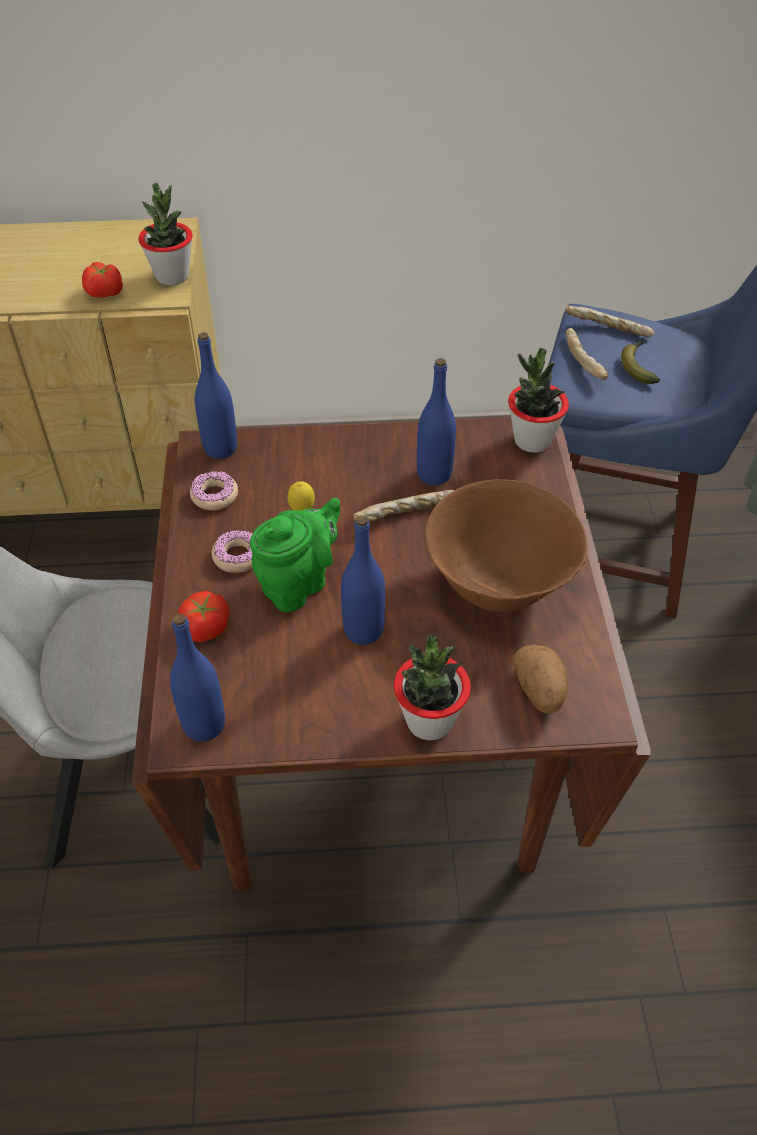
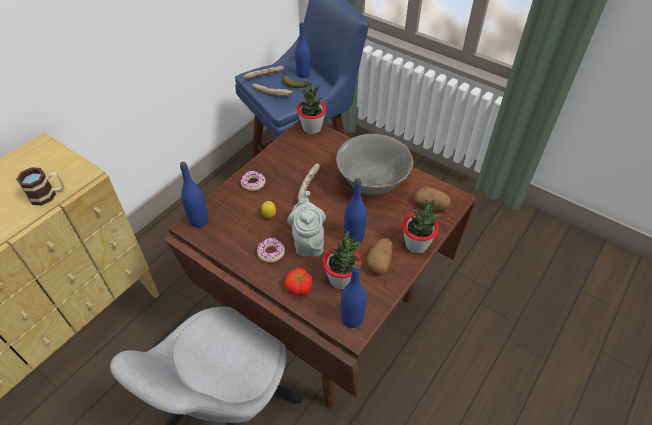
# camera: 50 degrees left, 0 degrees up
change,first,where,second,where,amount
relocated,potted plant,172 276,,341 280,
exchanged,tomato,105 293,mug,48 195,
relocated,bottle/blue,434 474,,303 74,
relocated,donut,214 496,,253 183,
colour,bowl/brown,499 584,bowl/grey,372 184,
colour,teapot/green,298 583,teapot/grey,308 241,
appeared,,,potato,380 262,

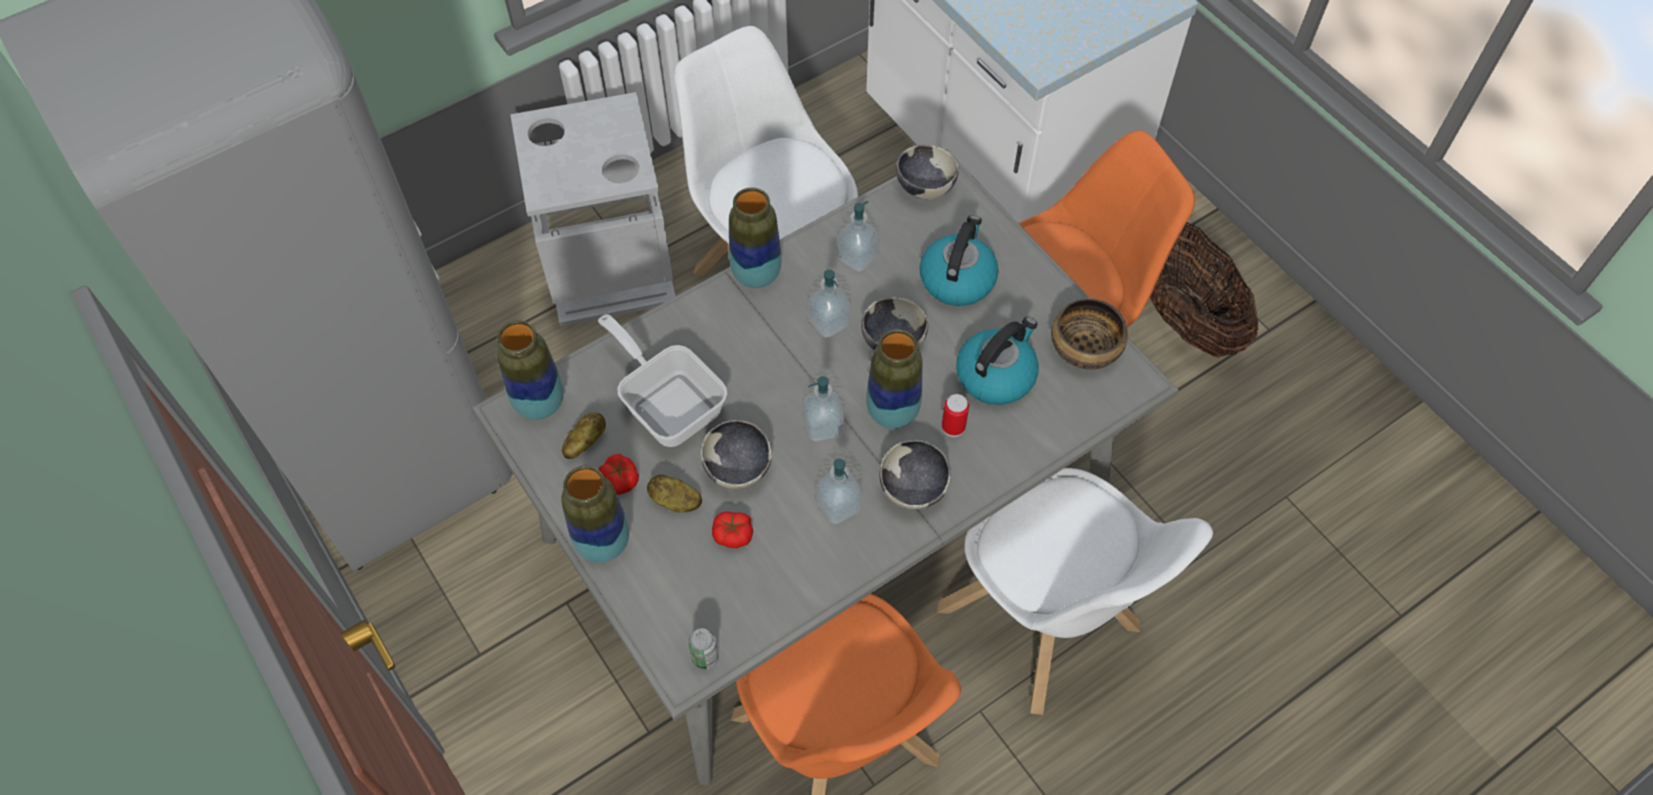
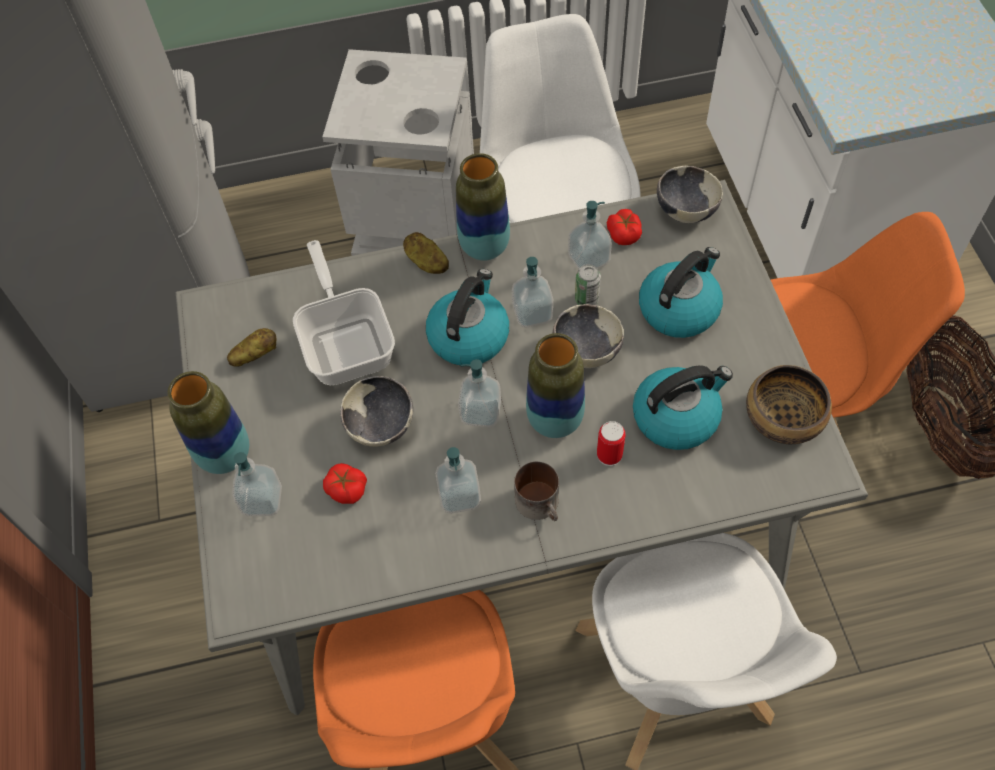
# camera: 25 degrees right, 0 degrees up
change,first,where,second,where,amount
missing,vase,539 403,,,
exchanged,bowl,913 488,mug,541 504,
relocated,tomato,620 479,,624 234,
relocated,potato,675 501,,426 263,
relocated,can,705 658,,586 299,
appeared,,,kettle,469 336,
appeared,,,soap dispenser,262 500,

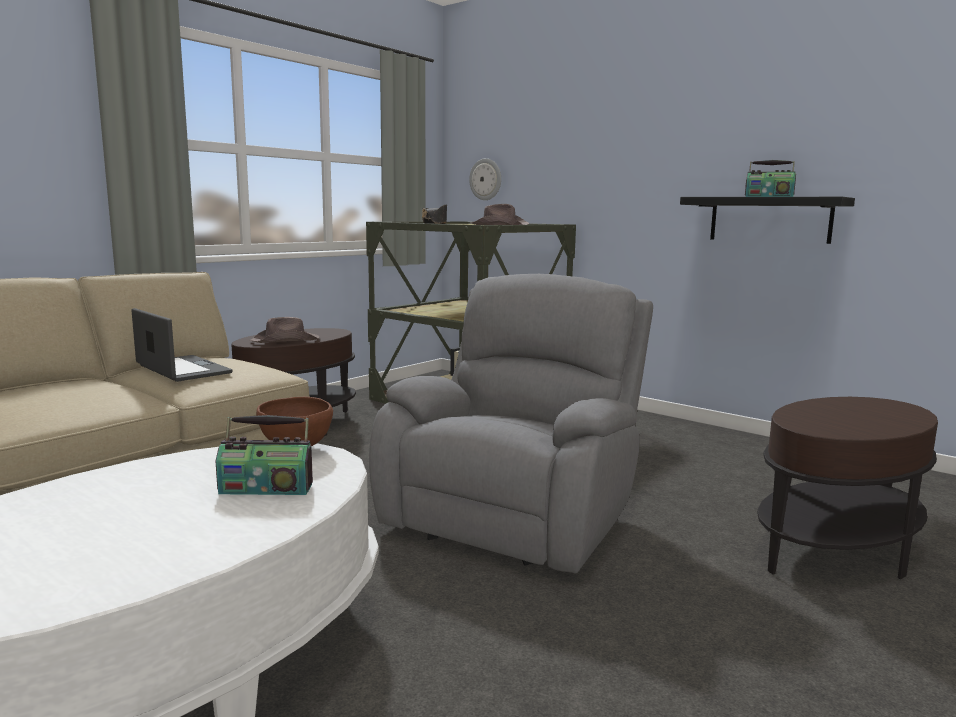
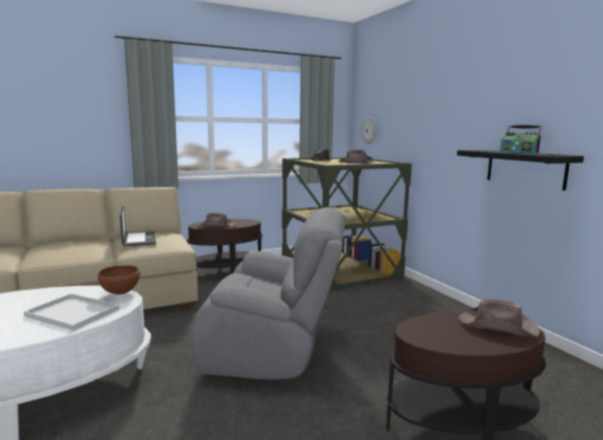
# camera: 25 degrees right, 0 degrees up
change,first,where,second,where,amount
spun,armchair/grey,514 516,,275 351,45 degrees clockwise
exchanged,radio,266 488,tray/white,74 312,
appeared,,,hat/brown,498 326,

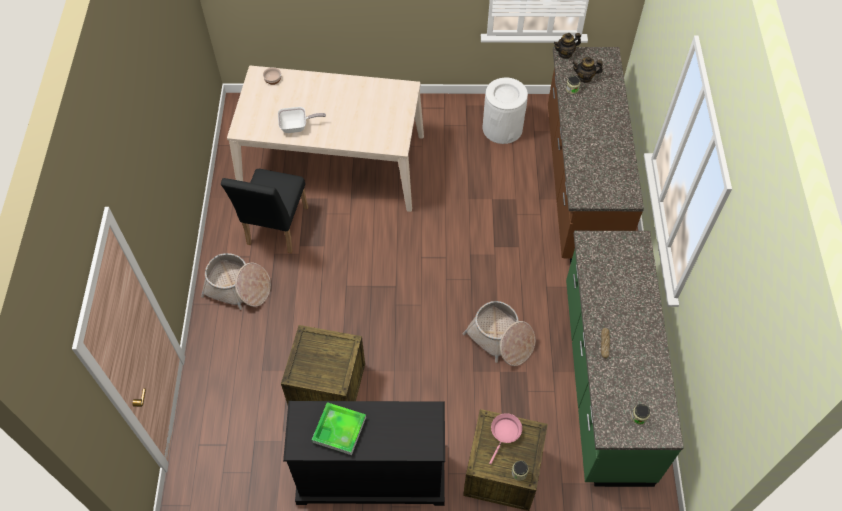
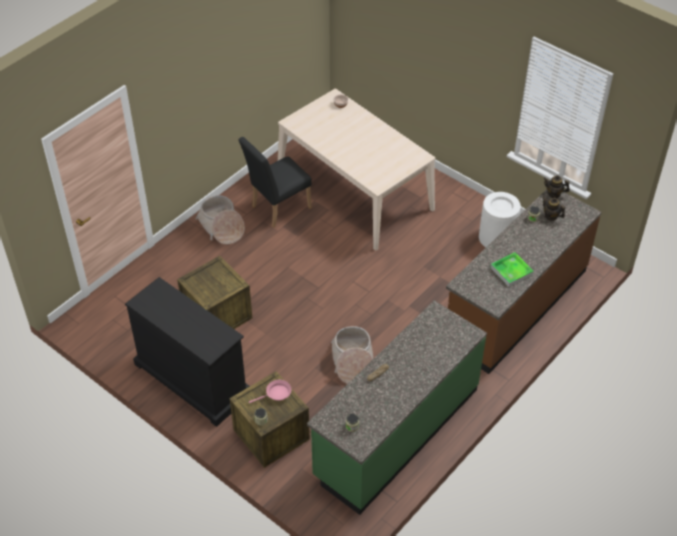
# camera: 40 degrees right, 10 degrees down
change,first,where,second,where,amount
missing,frying pan,297 126,,,
relocated,tray,339 430,,511 271,

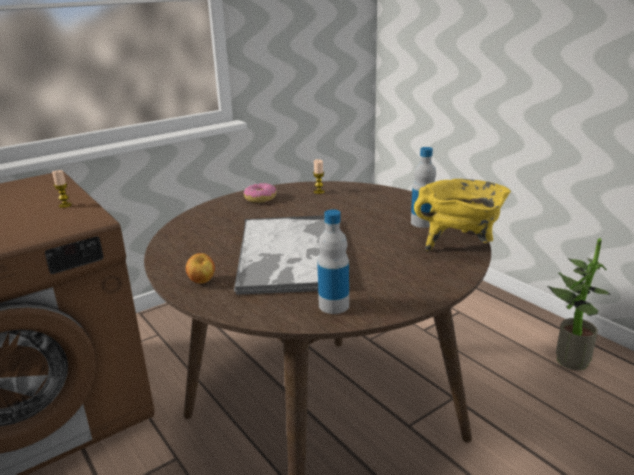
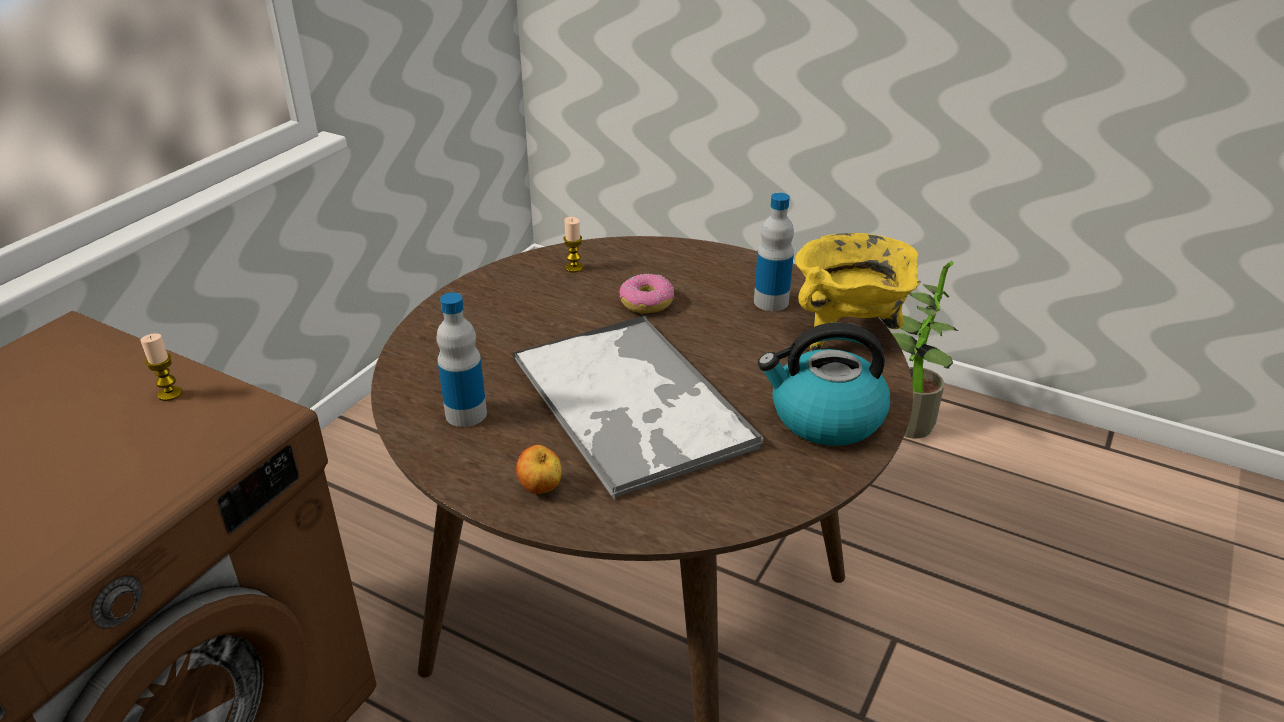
# camera: 25 degrees left, 10 degrees up
change,first,where,second,where,amount
relocated,donut,260 198,,646 302,
relocated,bottle,334 305,,466 414,
appeared,,,kettle,825 417,

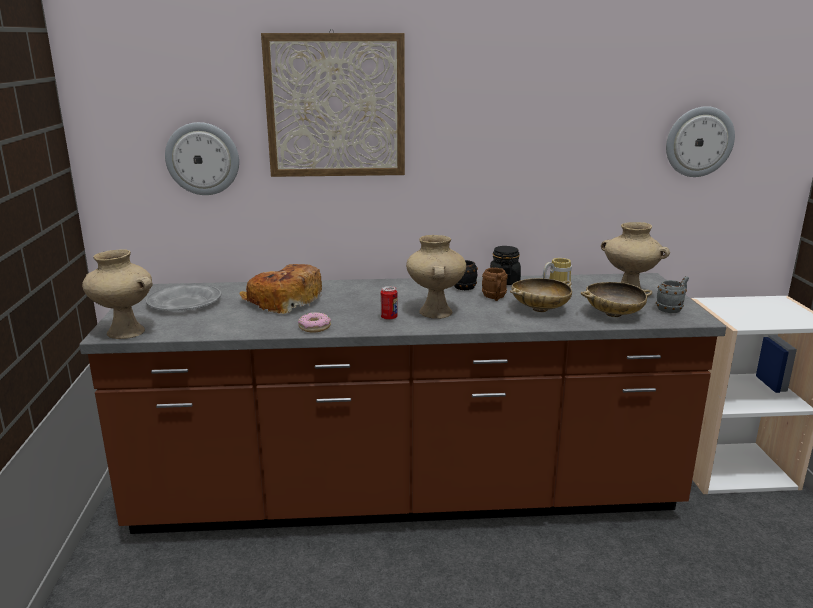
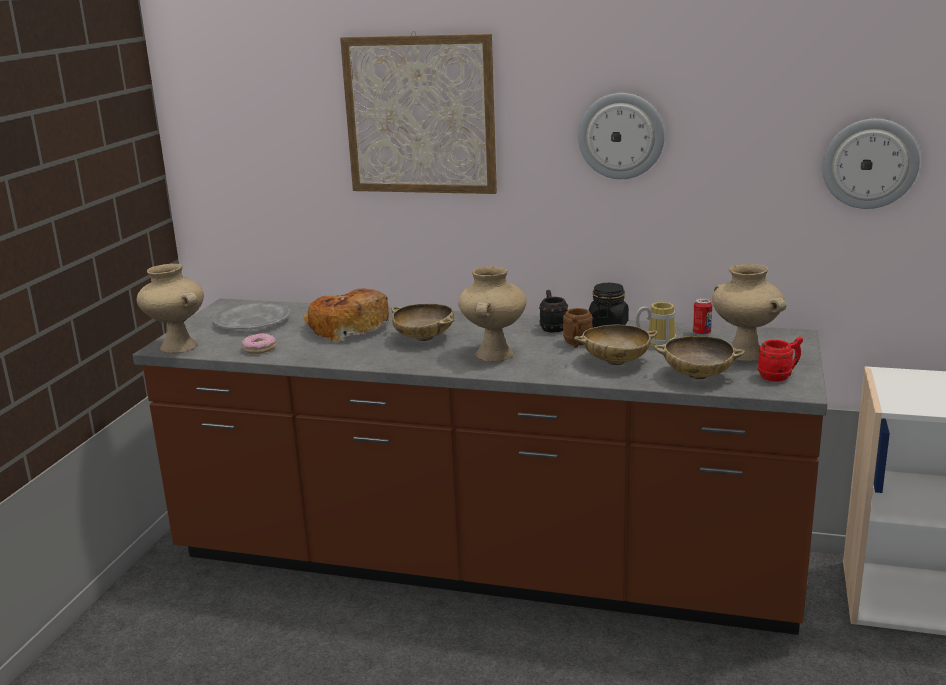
# camera: 20 degrees right, 0 degrees up
change,first,where,second,where,amount
relocated,wall clock,202 159,,621 136,
colour,mug/grey,672 309,mug/red,779 376,
relocated,can,389 318,,701 333,
relocated,donut,314 327,,259 349,
appeared,,,bowl/beige,424 338,

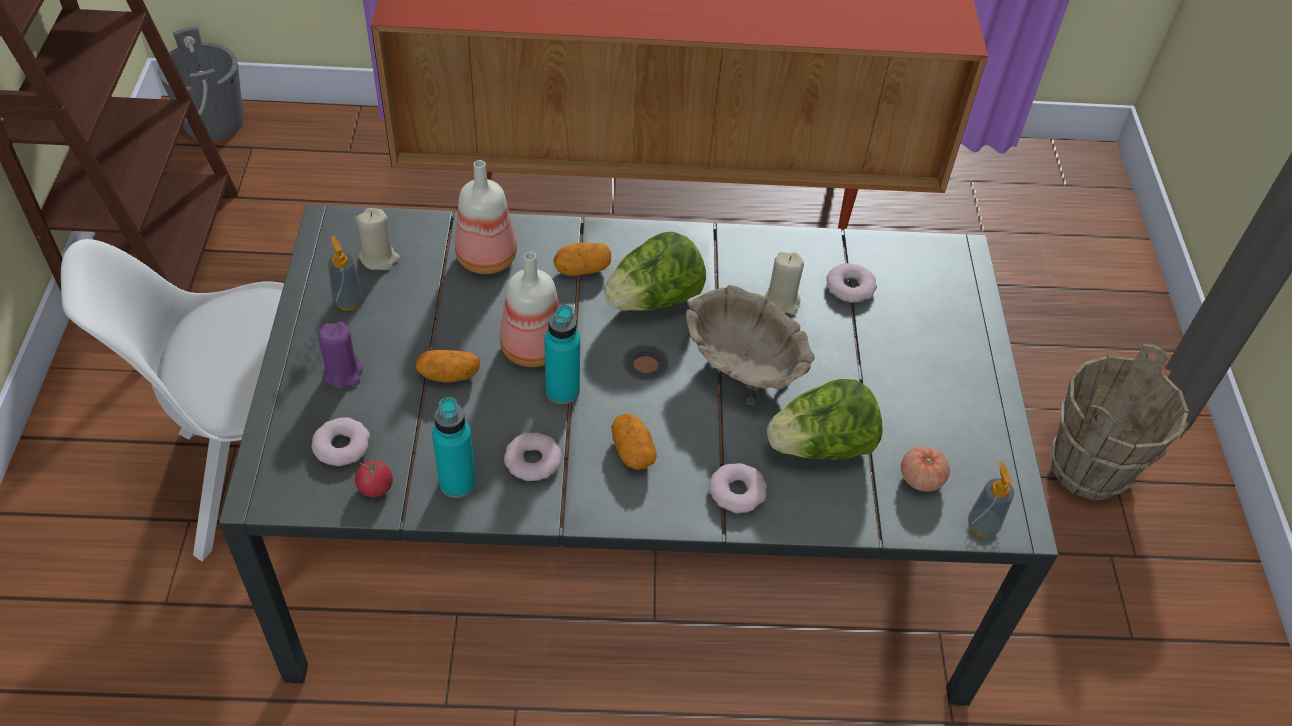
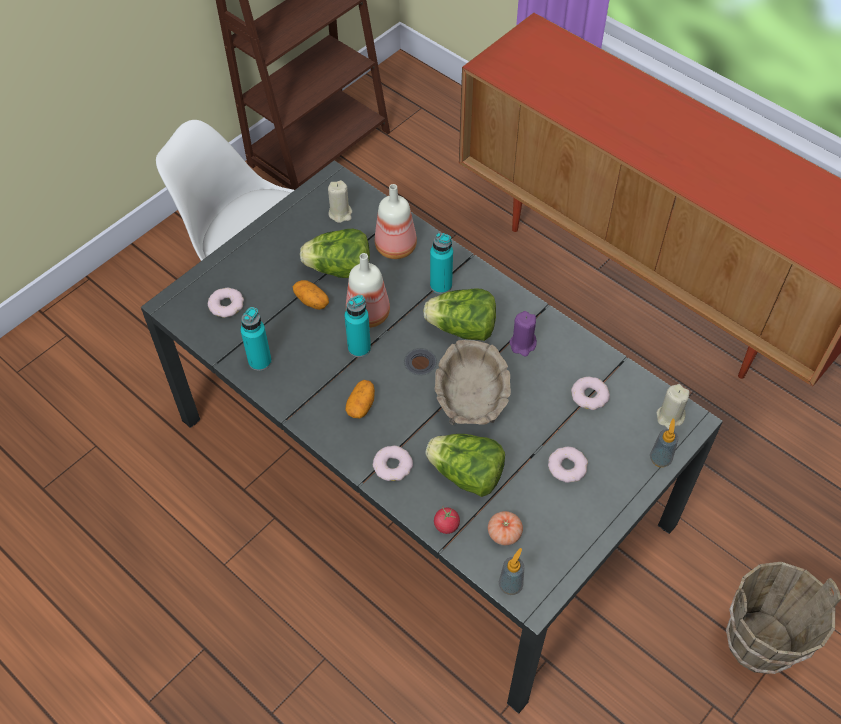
# camera: 45 degrees right, 5 degrees up
change,first,where,second,where,amount
missing,bucket/grey,213 122,,,
relocated,soap dispenser,348 301,,660 459,
exchanged,potato,582 269,bottle/turquoise,441 285,
relocated,candle/beige,782 301,,670 417,
relocated,candle/purple,343 373,,522 344,
relocated,donut,532 460,,567 466,
relocated,tomato,375 487,,446 525,
appeared,,,lettuce,339 269,

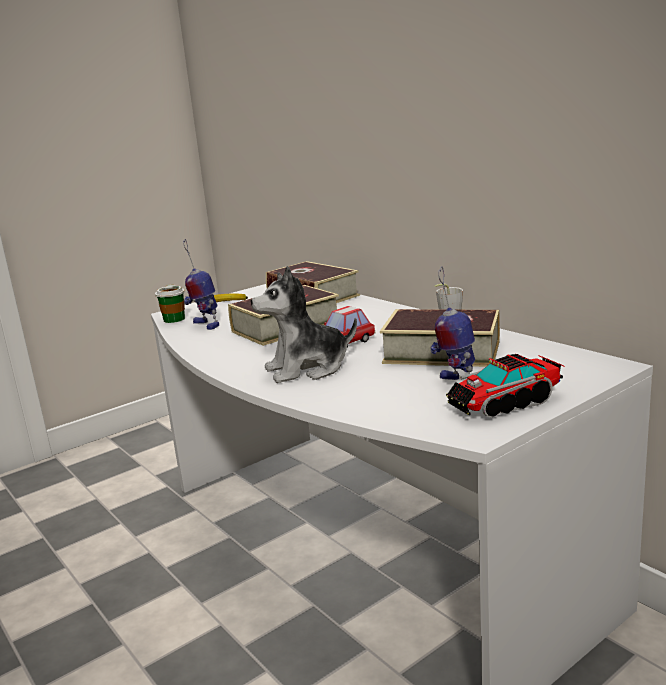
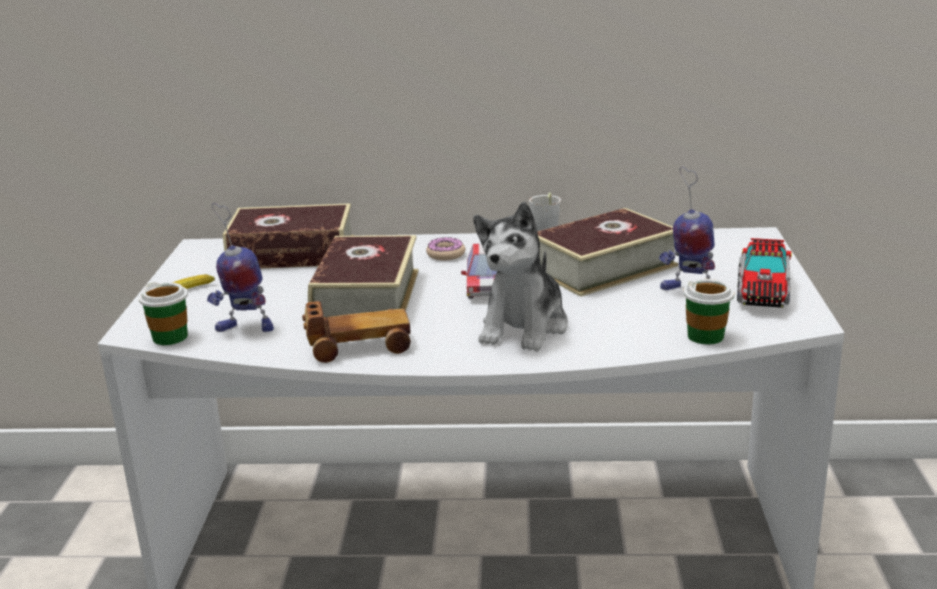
# camera: 50 degrees left, 5 degrees up
change,first,where,second,where,amount
appeared,,,donut,446 254,
appeared,,,cup,706 336,
appeared,,,toy car,358 346,

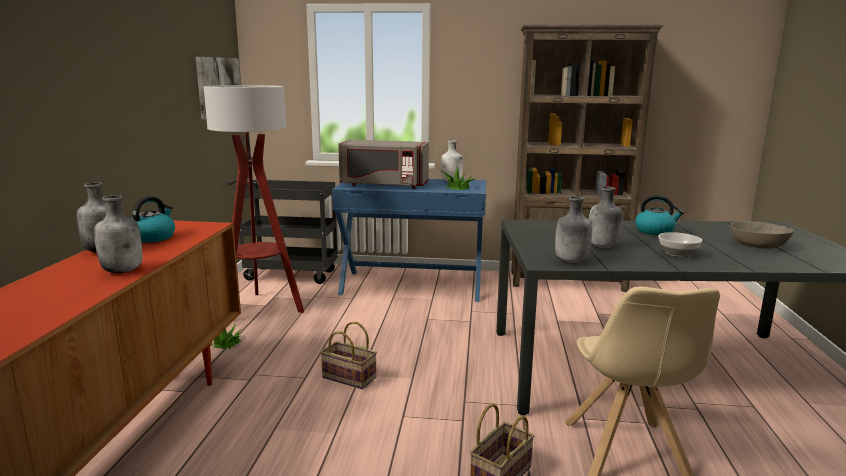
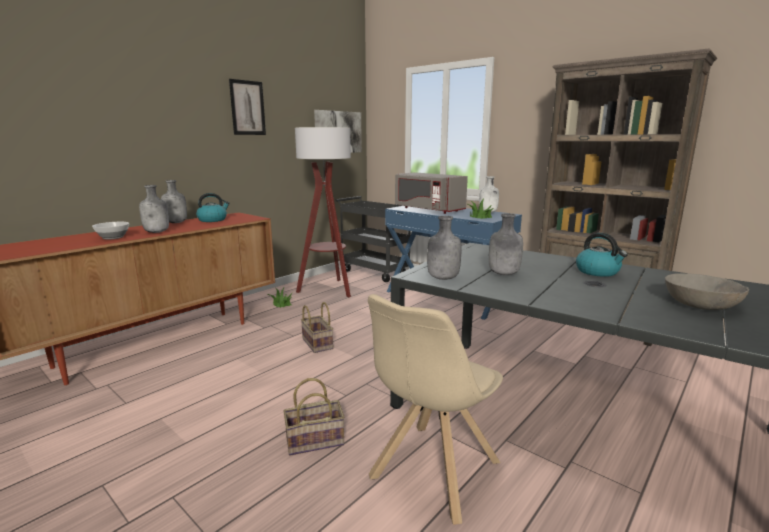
# camera: 35 degrees right, 0 degrees up
change,first,where,second,where,amount
relocated,bowl,678 254,,112 237,
appeared,,,picture,247 108,

